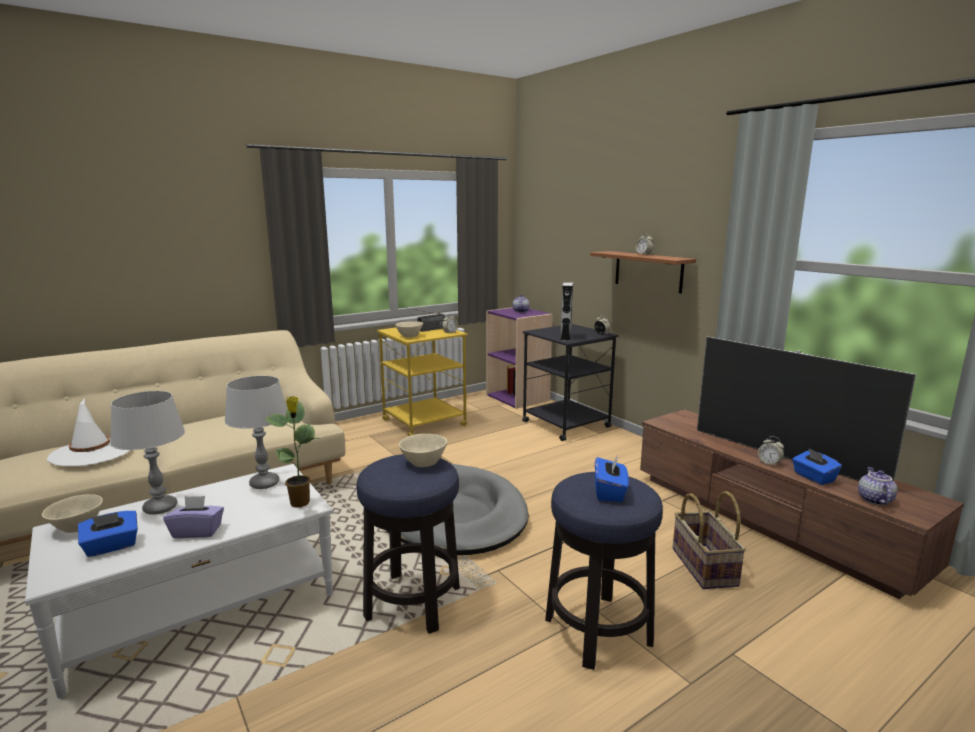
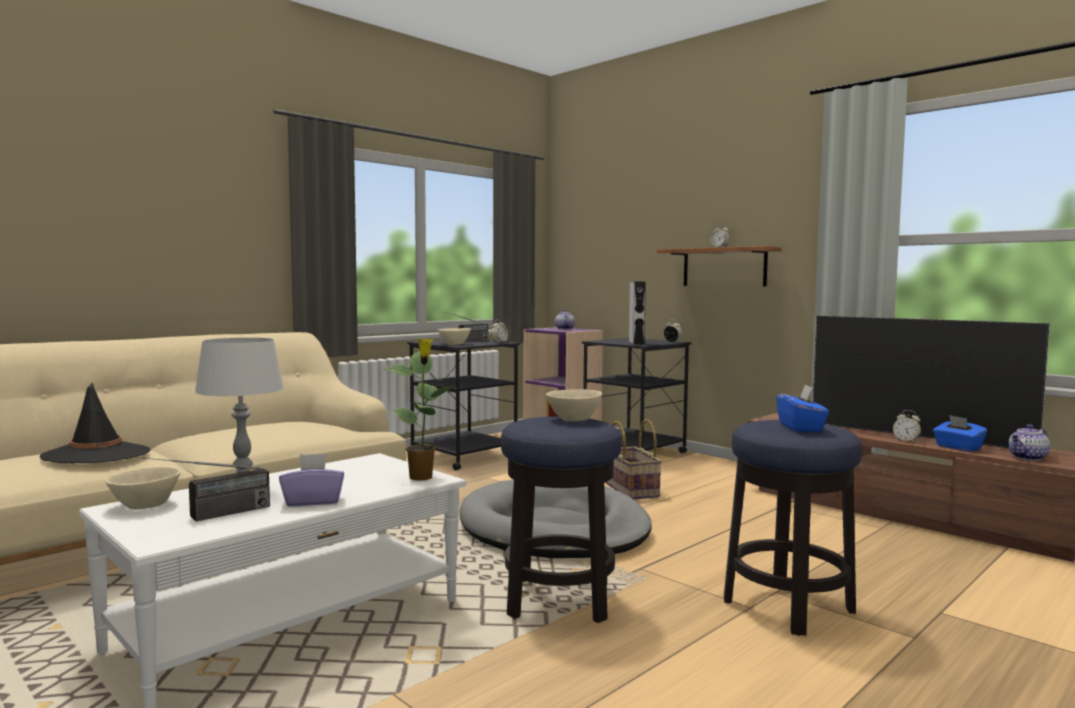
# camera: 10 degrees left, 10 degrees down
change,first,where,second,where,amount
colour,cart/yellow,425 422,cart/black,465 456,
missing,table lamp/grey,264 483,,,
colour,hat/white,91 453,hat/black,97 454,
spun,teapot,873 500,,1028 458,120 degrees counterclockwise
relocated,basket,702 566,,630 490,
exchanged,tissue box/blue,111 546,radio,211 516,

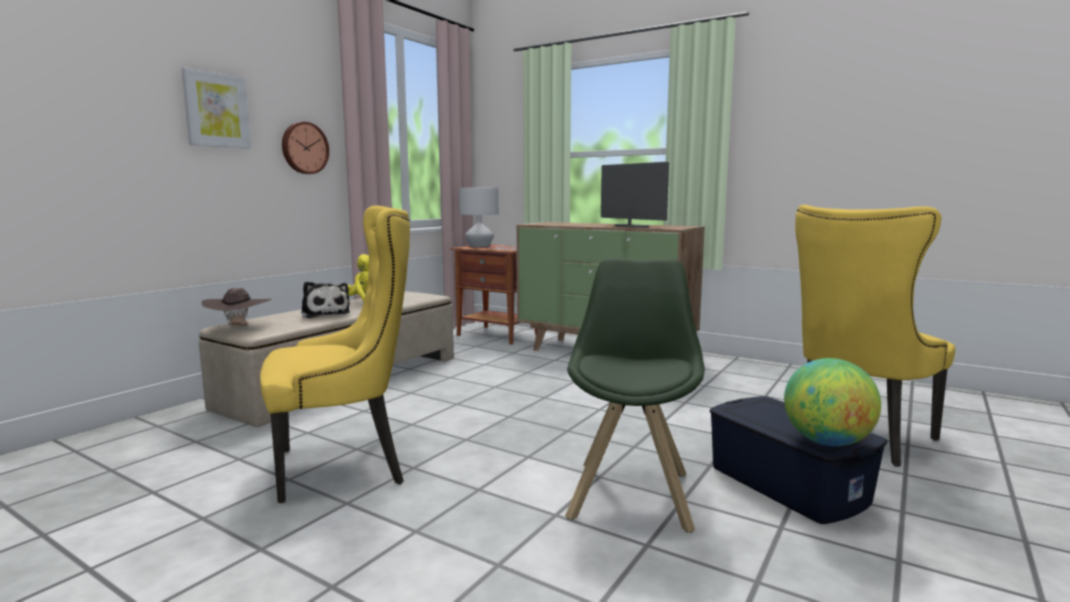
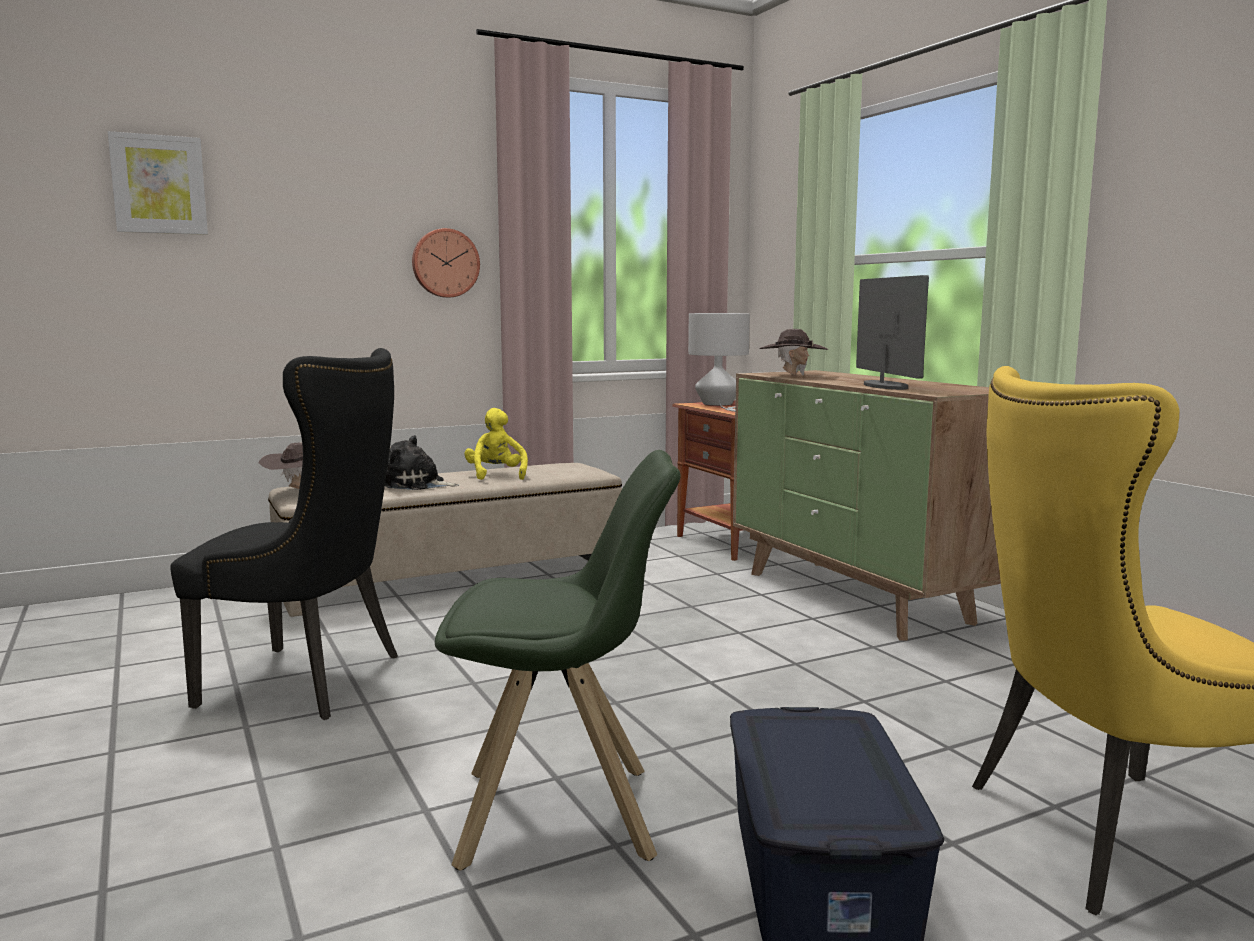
# camera: 30 degrees right, 0 degrees up
change,first,where,second,where,amount
relocated,picture,216 110,,159 184,
colour,chair/yellow,345 464,chair/black,307 681,
spun,chair/green,632 494,,559 814,45 degrees clockwise
spun,plush toy,325 314,,416 485,105 degrees clockwise
missing,globe,827 442,,,
appeared,,,hat/brown,792 376,

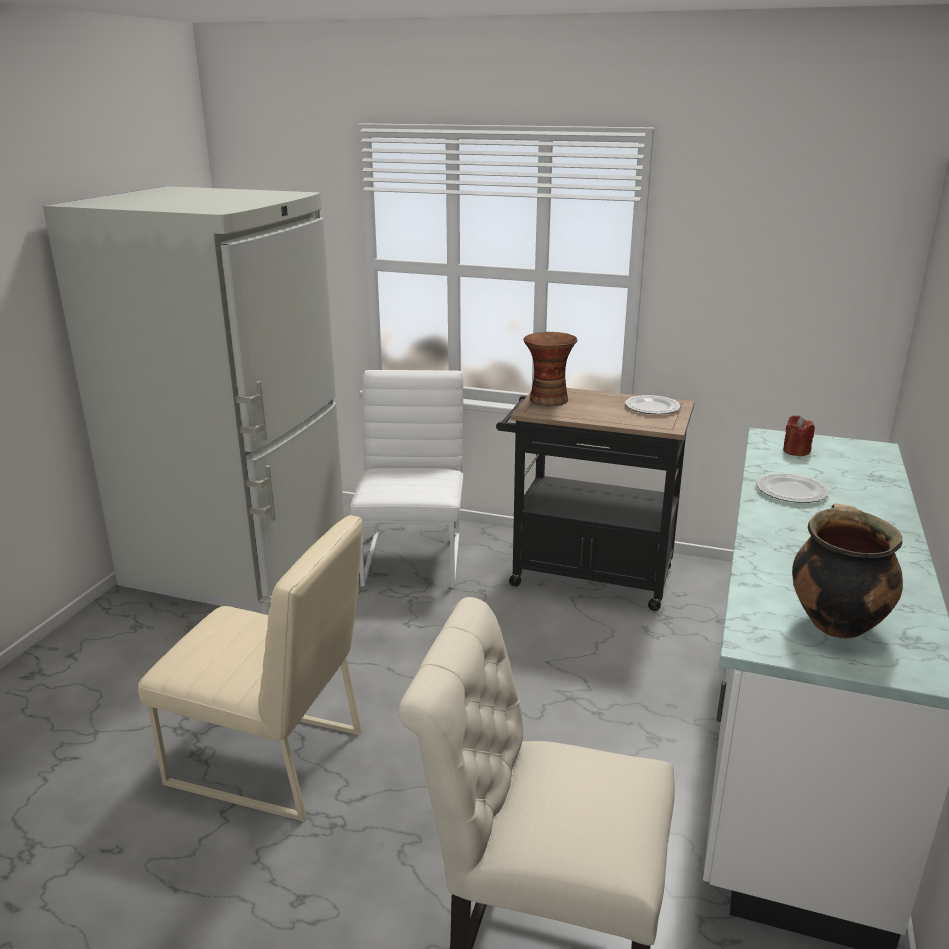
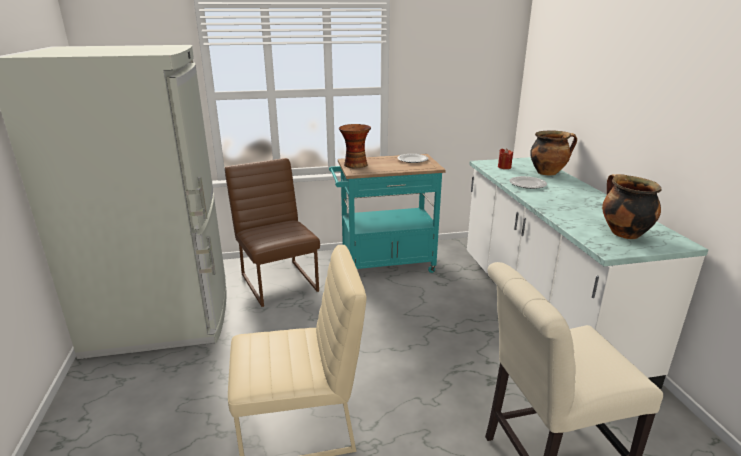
# camera: 30 degrees left, 0 degrees up
change,first,where,second,where,amount
colour,chair/white,414 556,chair/brown,279 281,
colour,cart/black,586 576,cart/turquoise,384 265,
appeared,,,cooking pot,548 173,

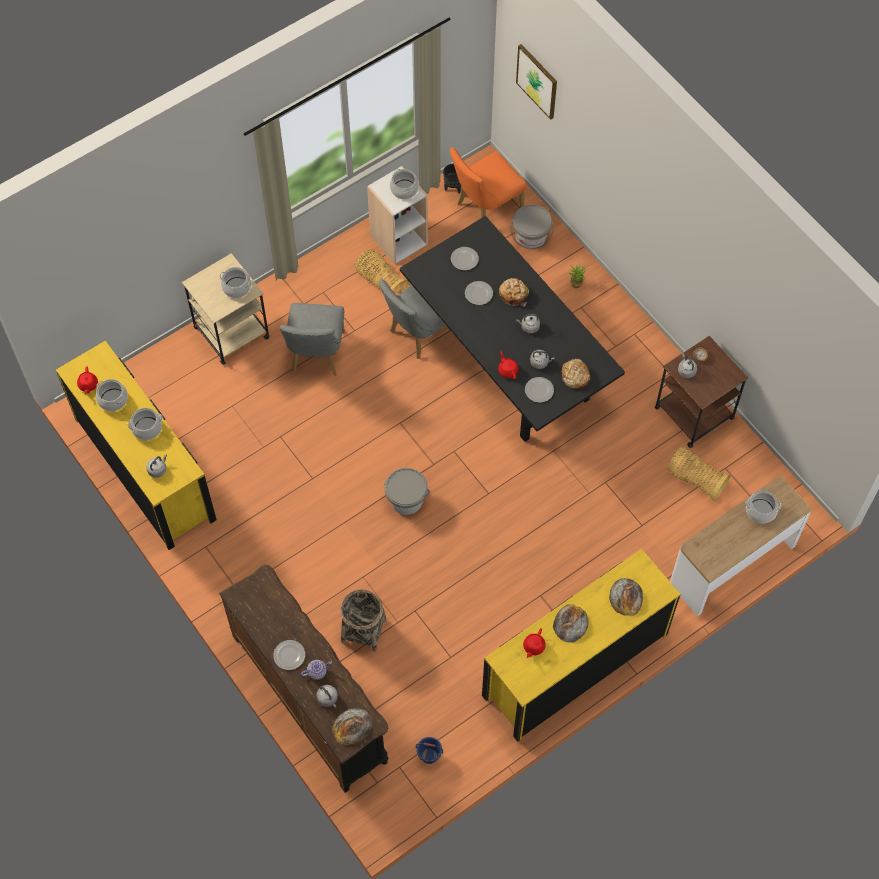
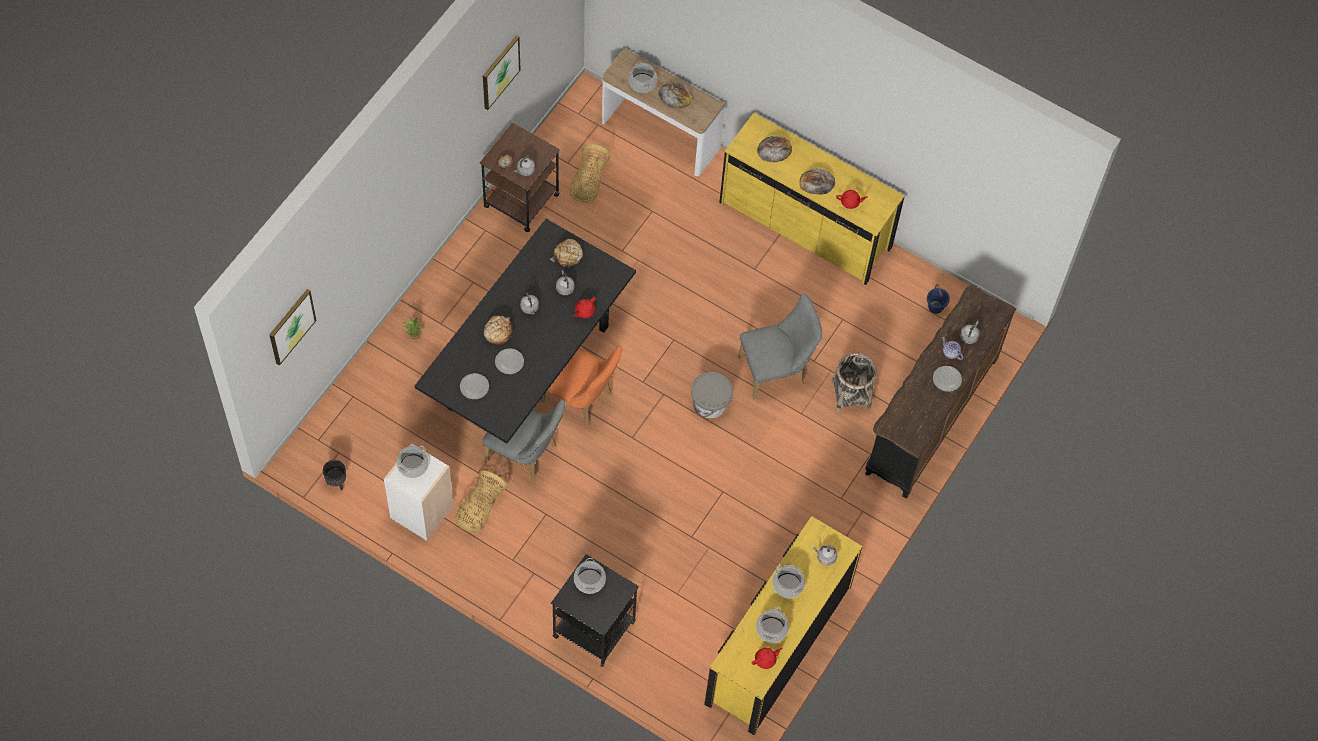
# camera: 115 degrees left, 0 degrees up
change,first,where,second,where,amount
relocated,chair/orange,485 208,,581 399,
missing,bucket/grey,531 237,,,
colour,cart/beige,232 331,cart/black,593 627,
relocated,chair/grey,316 356,,776 370,
missing,plate,539 390,,,
relocated,bread,352 726,,675 95,
appeared,,,picture,500 72,

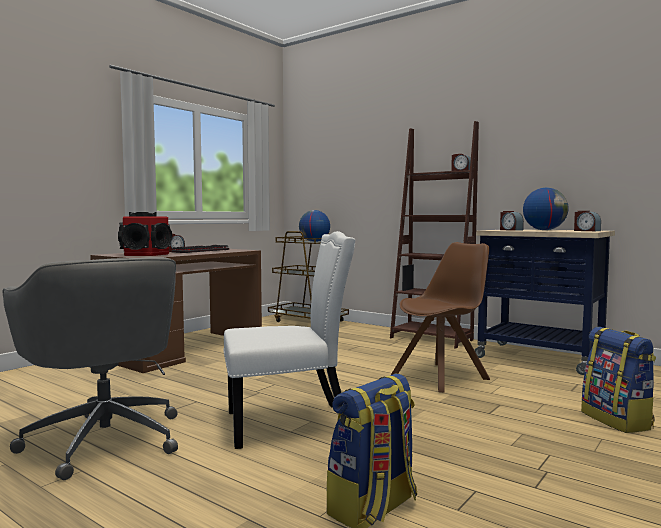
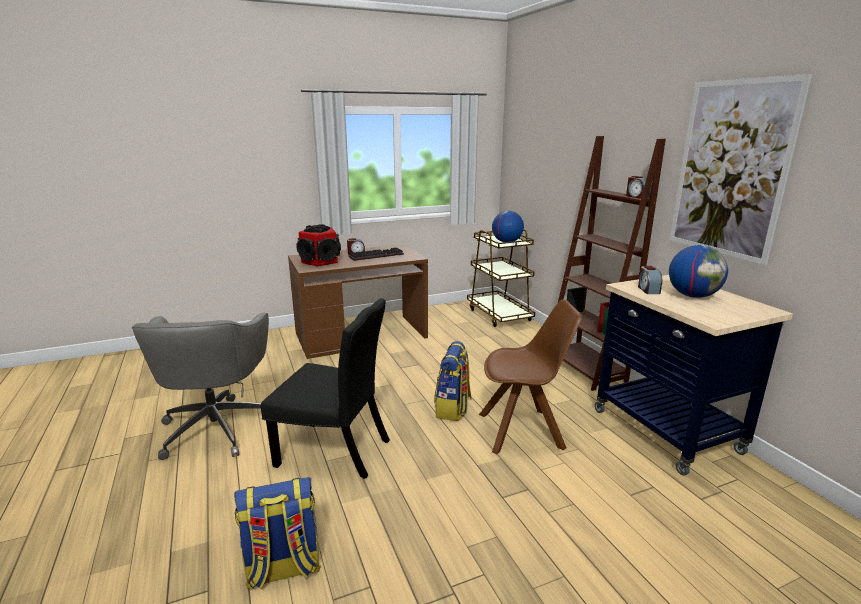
# camera: 30 degrees right, 15 degrees up
change,first,where,second,where,amount
missing,alarm clock,586 231,,,
colour,chair/white,286 423,chair/black,332 450,
relocated,backpack,617 420,,453 409,
appeared,,,picture,730 169,

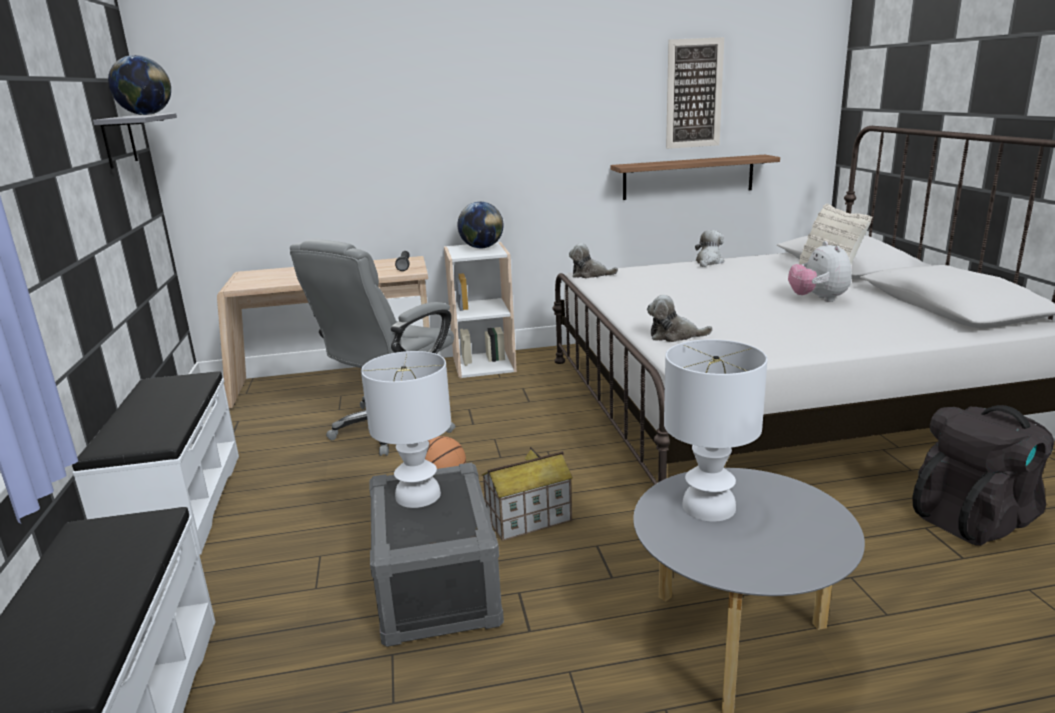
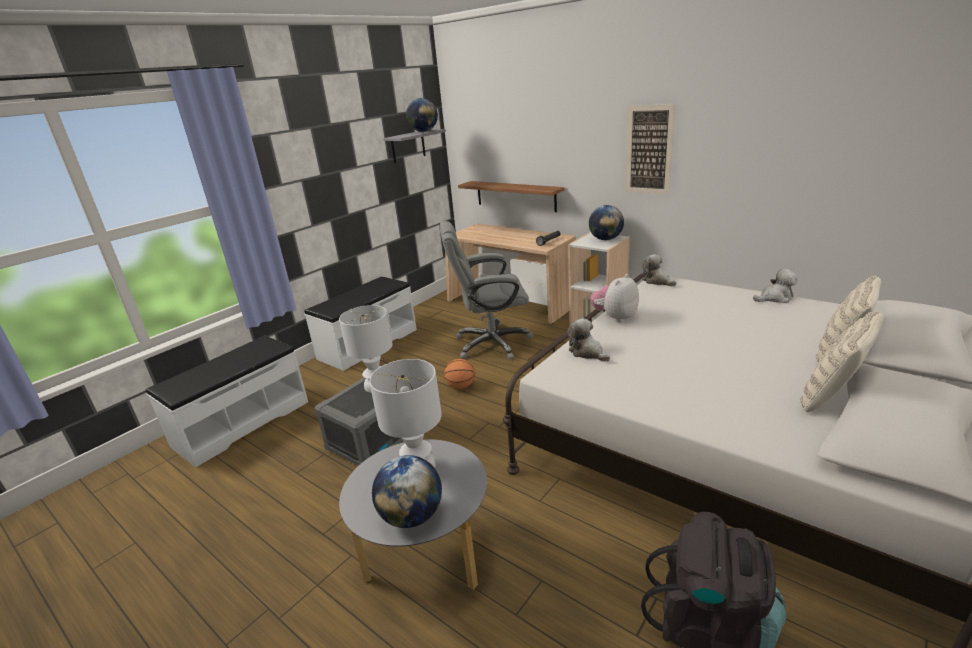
# camera: 50 degrees right, 5 degrees up
change,first,where,second,where,amount
relocated,picture,694 94,,649 150,
relocated,shelf,688 177,,515 196,
relocated,plush toy,818 299,,615 317,
missing,toy house,528 519,,,
appeared,,,pillow/beige,832 398,
appeared,,,globe,412 516,

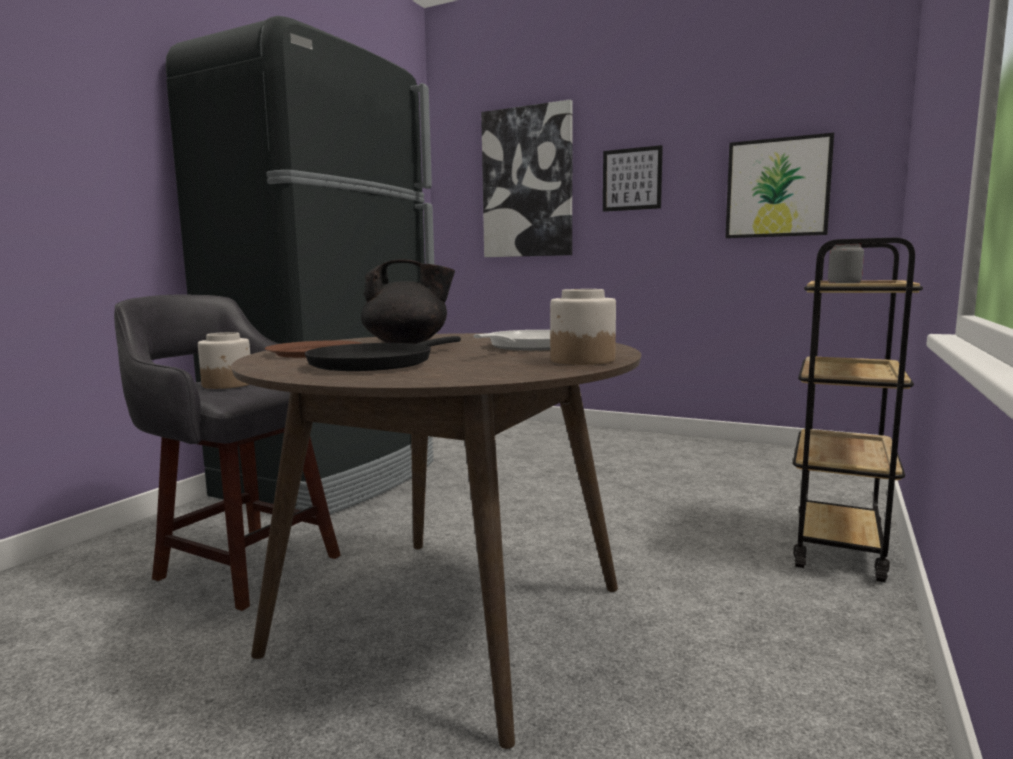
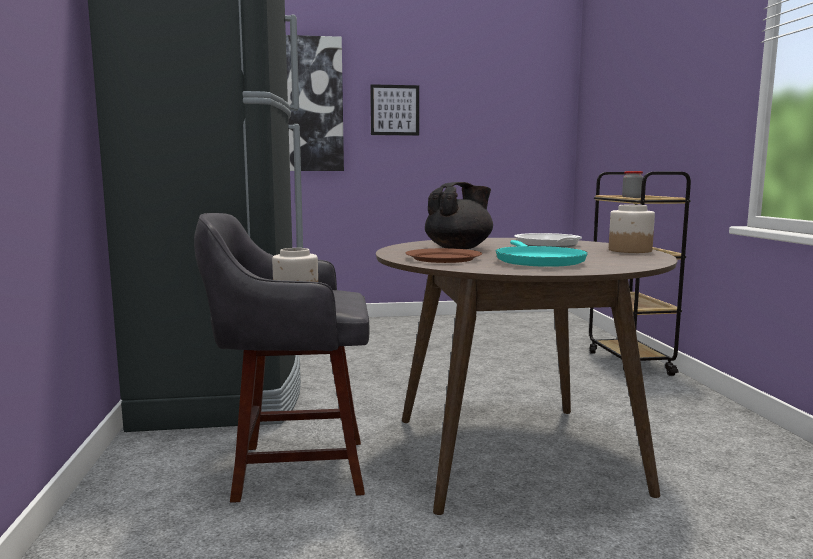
# camera: 35 degrees left, 0 degrees up
change,first,where,second,where,amount
missing,picture,777 188,,,
colour,frying pan/black,376 363,frying pan/turquoise,537 261,

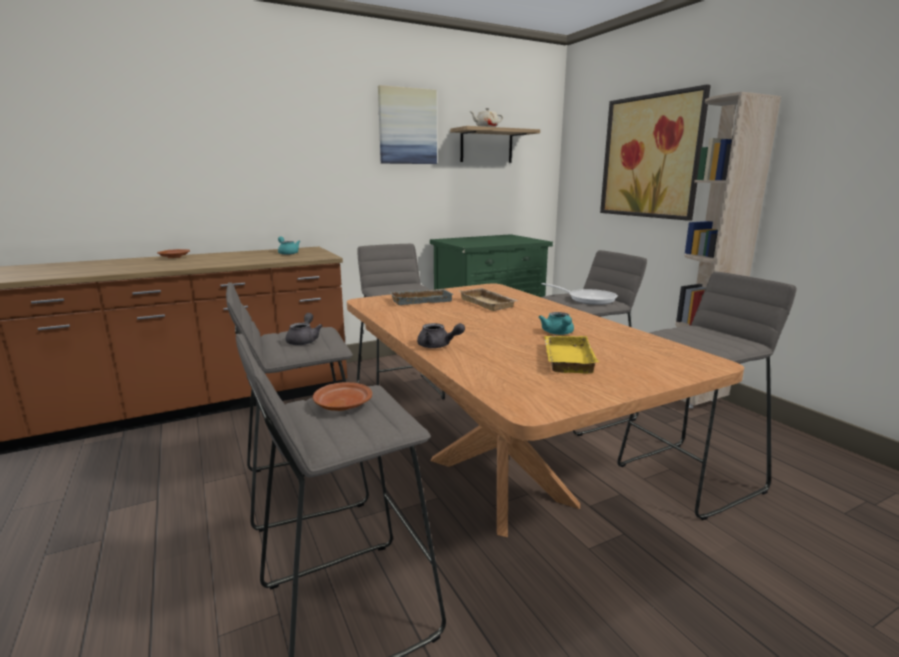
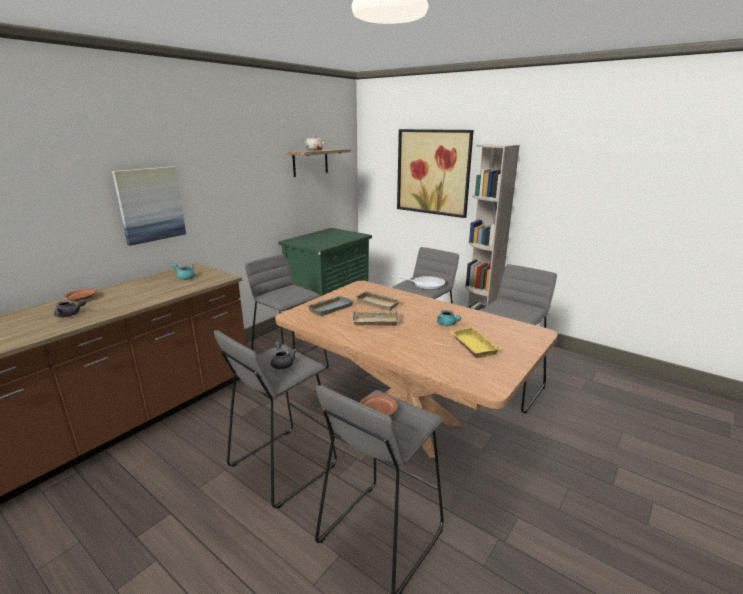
# camera: 25 degrees left, 5 degrees up
change,first,where,second,where,amount
relocated,picture,407 126,,150 204,
relocated,teapot/grey,438 346,,70 314,
appeared,,,tray/beige,374 322,

